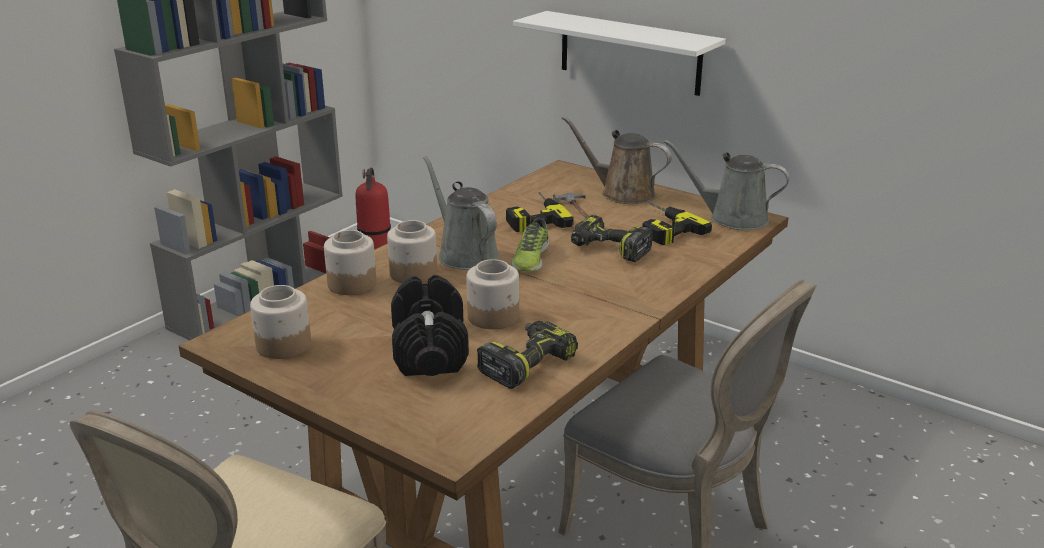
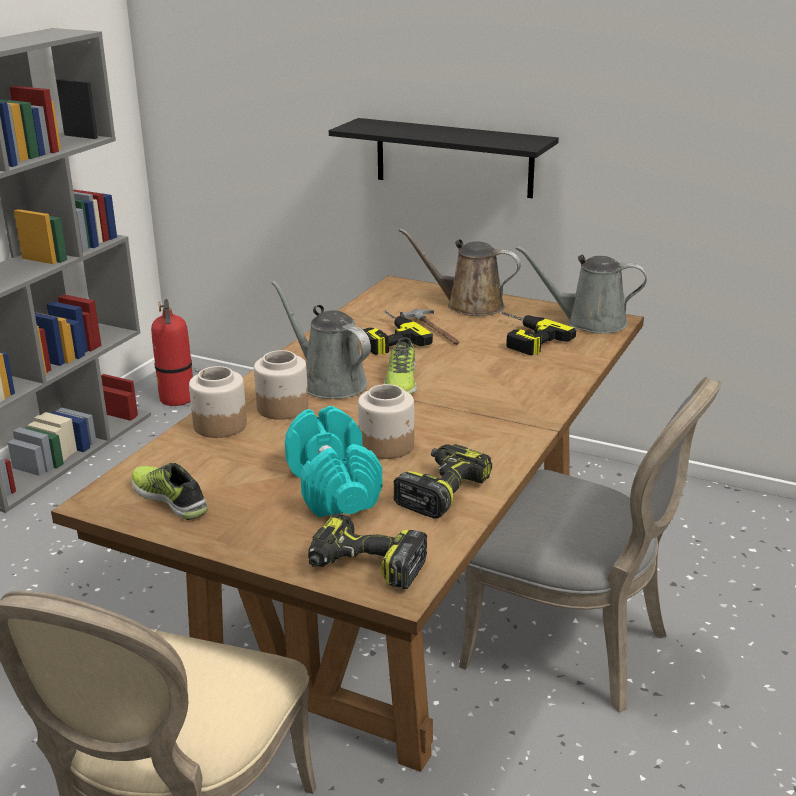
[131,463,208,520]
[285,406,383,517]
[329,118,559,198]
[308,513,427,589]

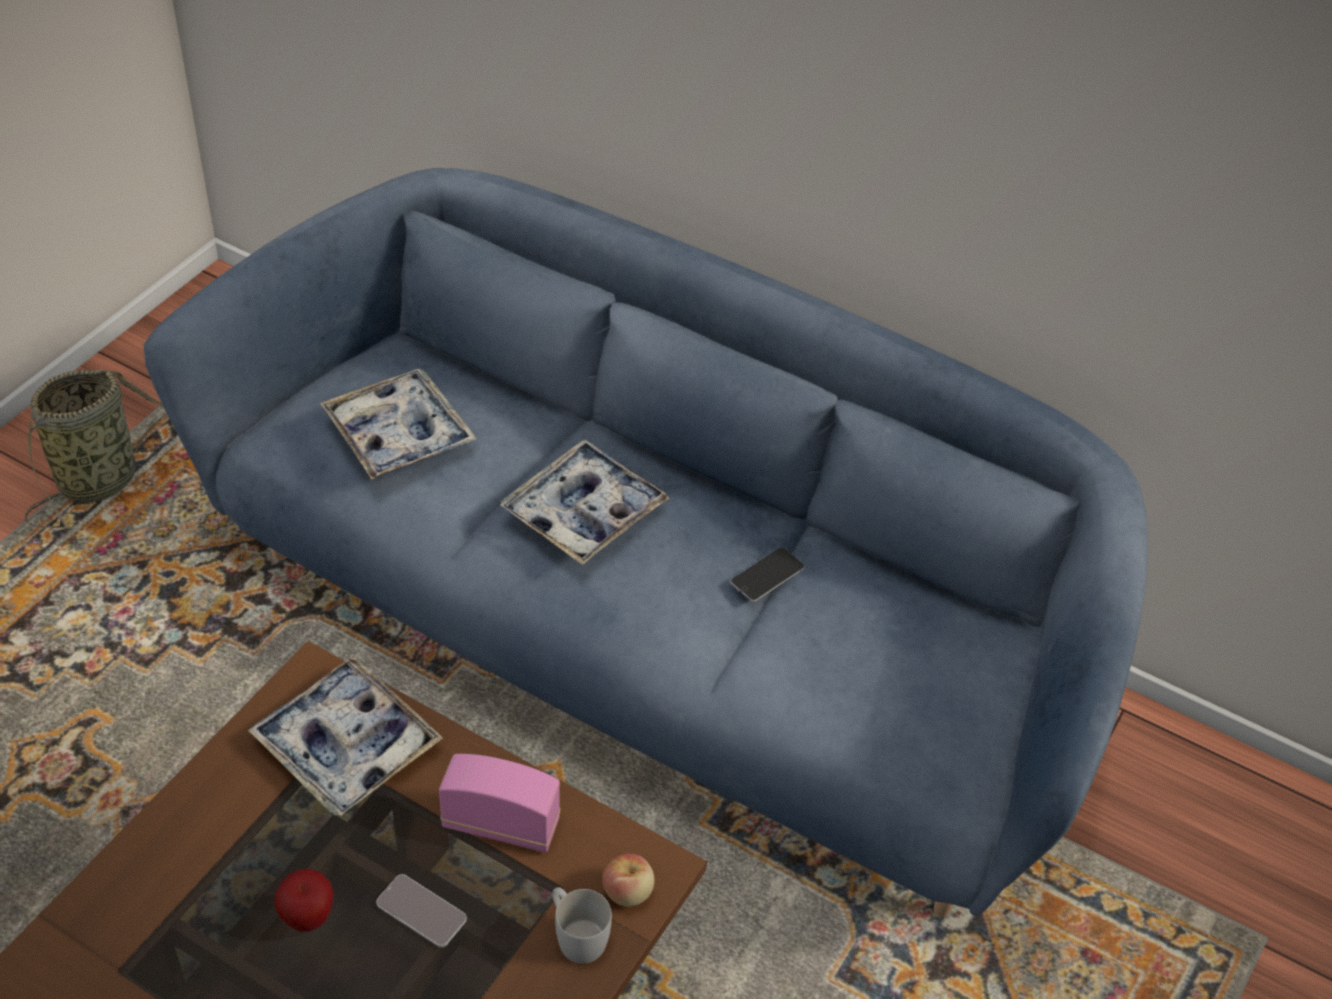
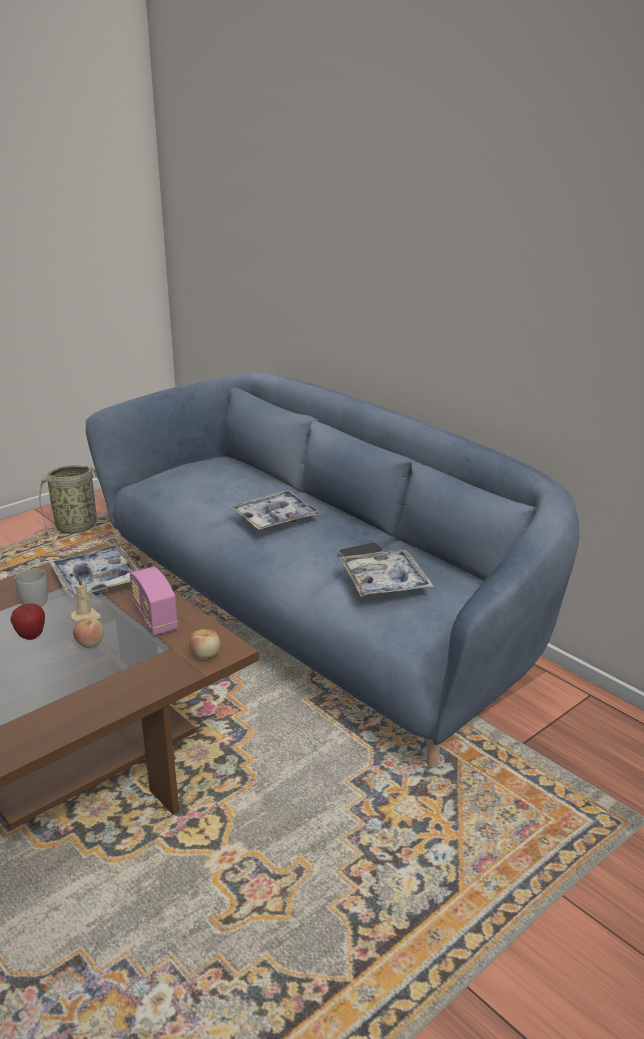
[339,550,434,597]
[73,618,104,648]
[130,567,178,635]
[15,569,48,607]
[71,576,101,622]

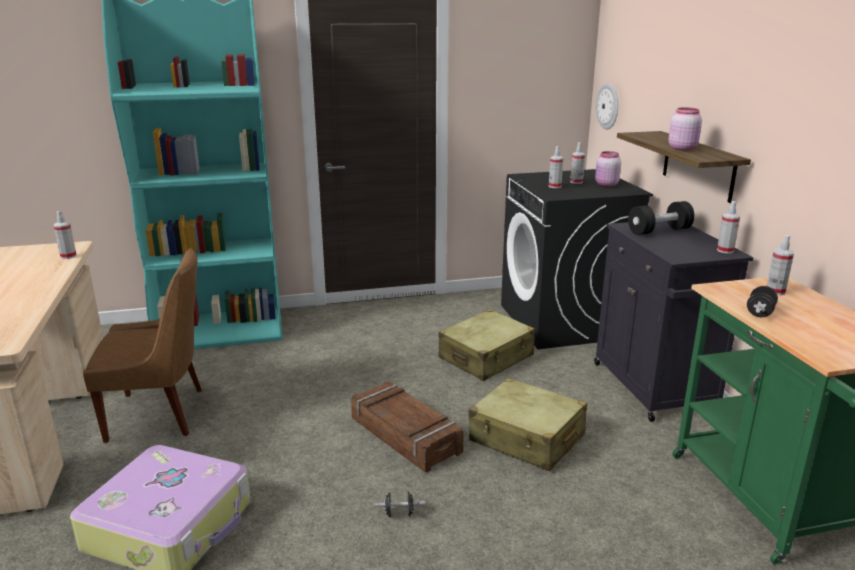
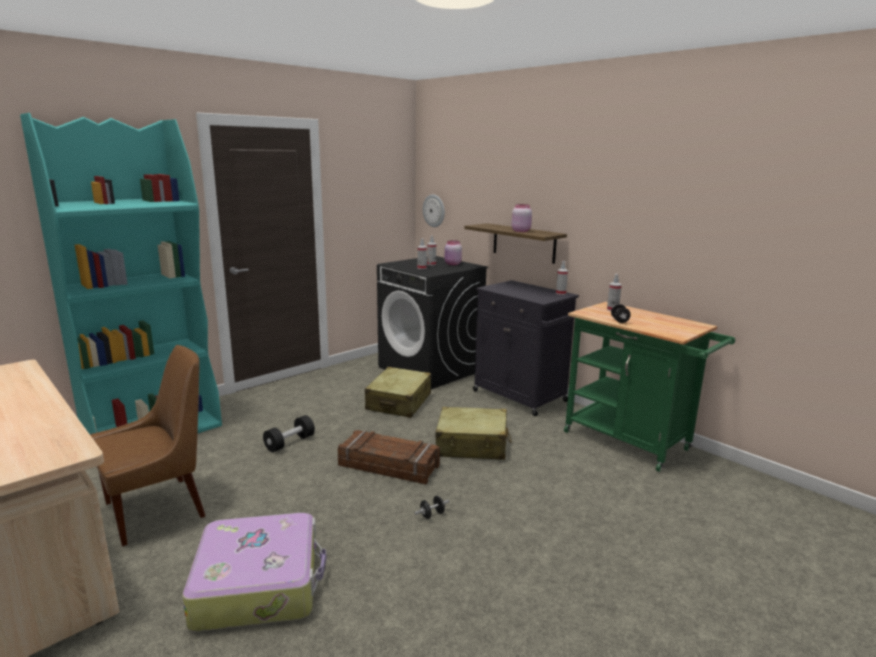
[54,211,77,259] (first image)
[263,415,315,452]

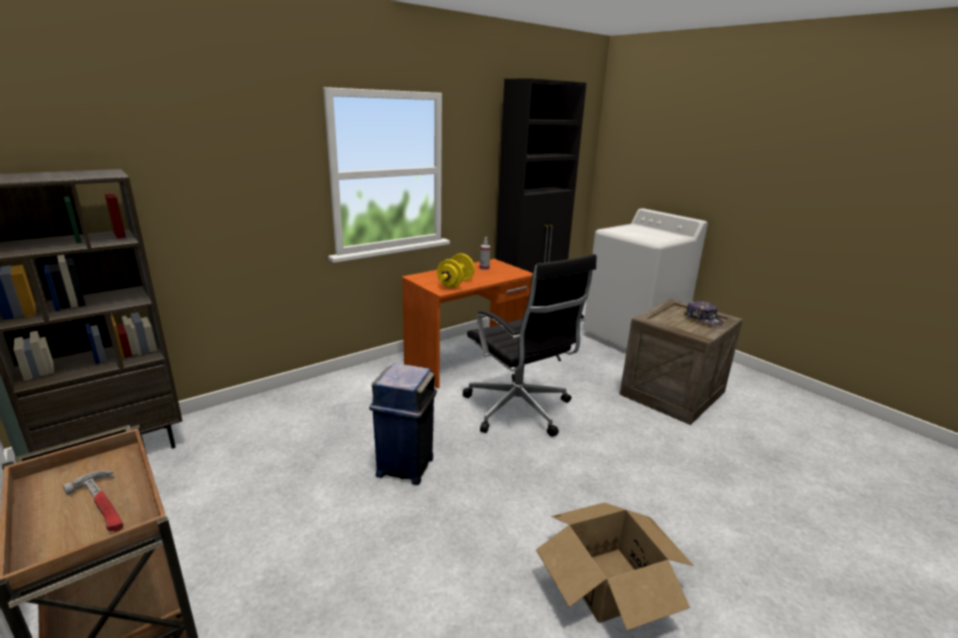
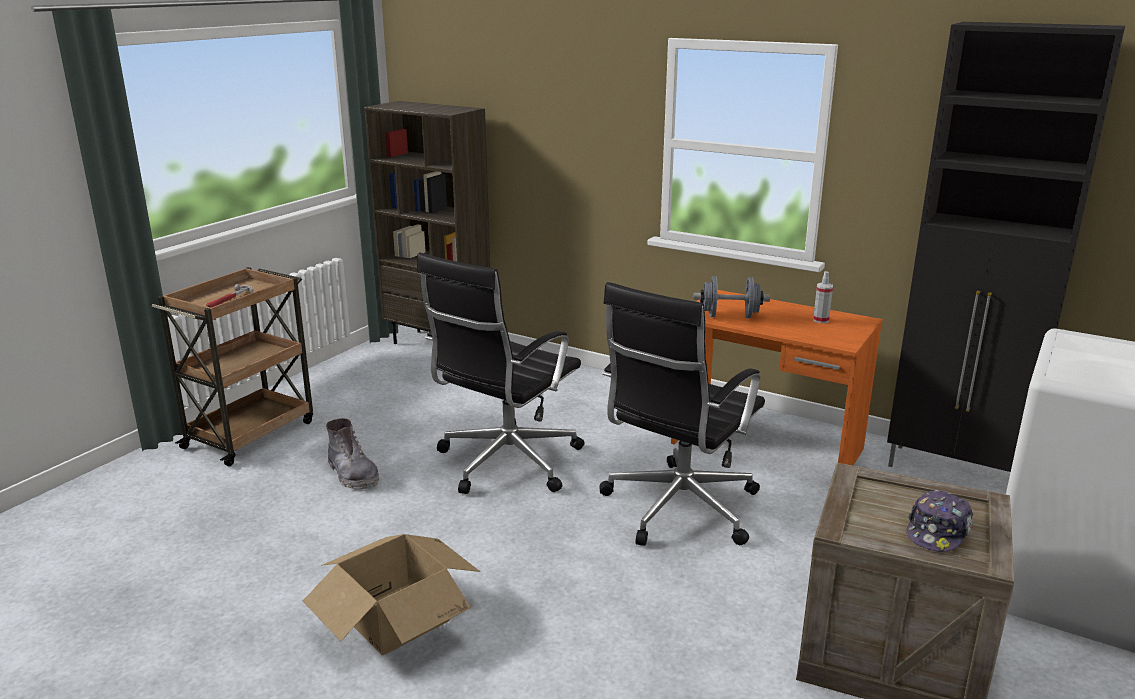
[417,253,584,494]
[693,276,770,318]
[326,418,379,489]

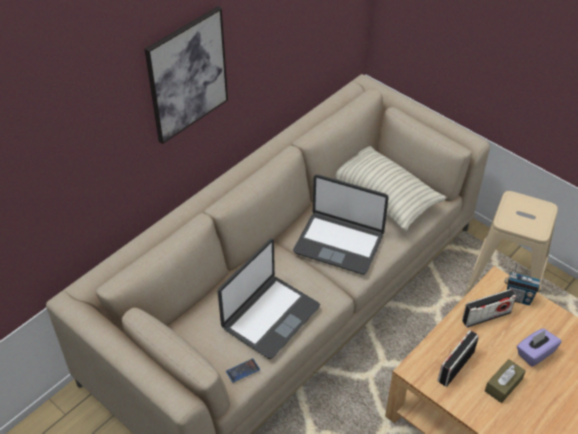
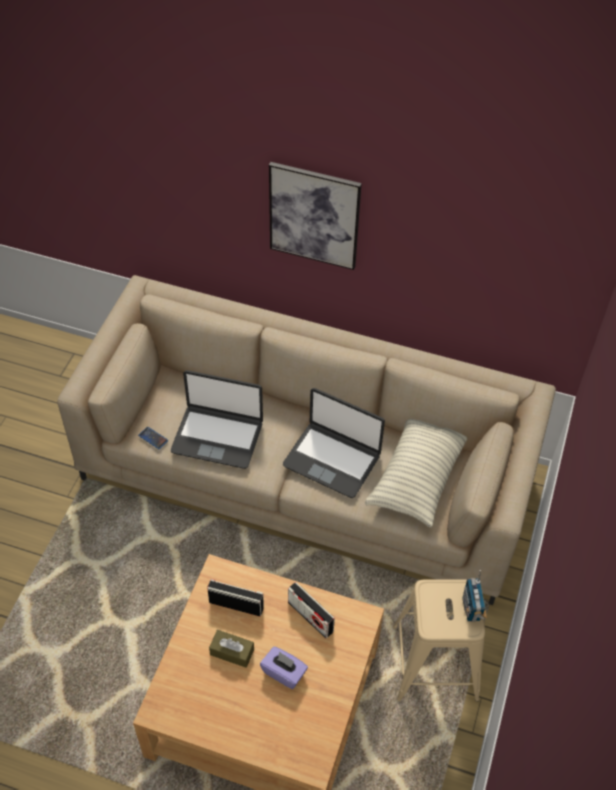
[283,388,385,498]
[463,570,487,622]

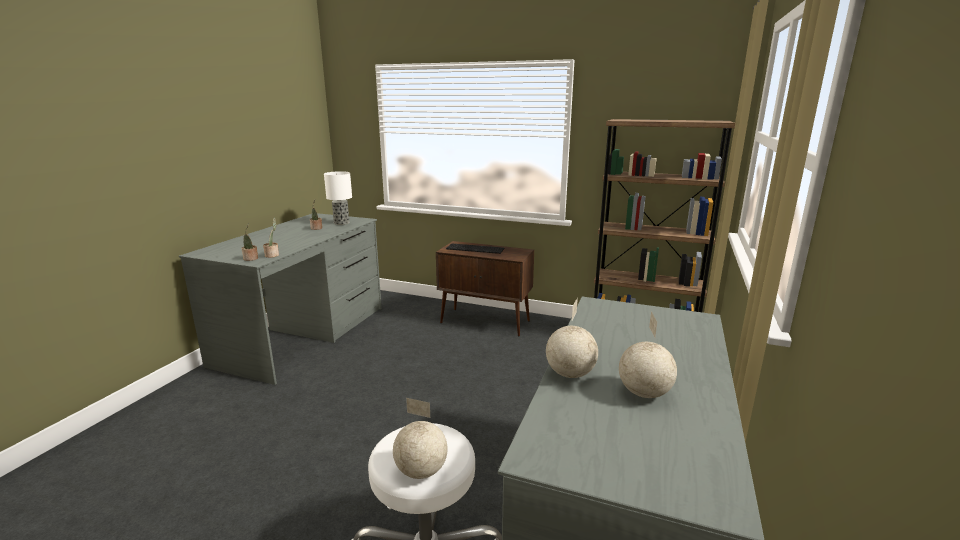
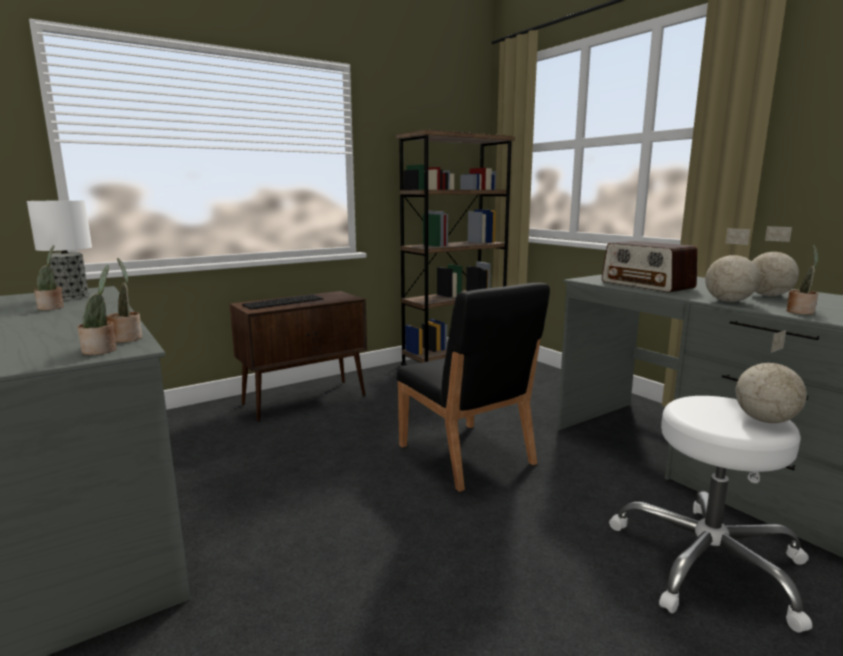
[397,283,550,492]
[602,241,697,293]
[786,245,818,315]

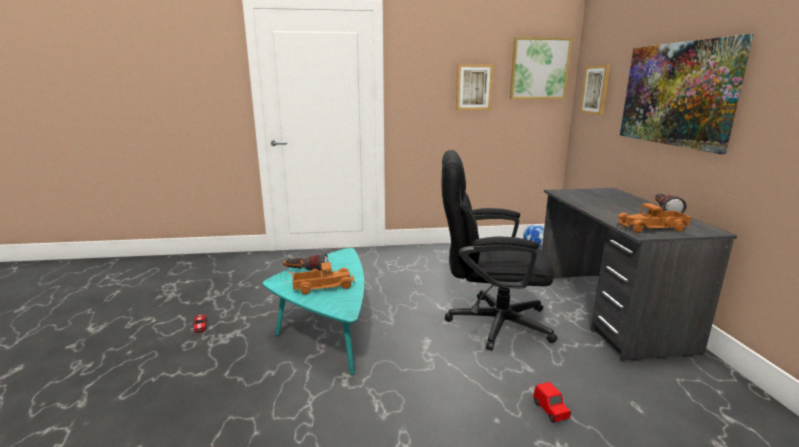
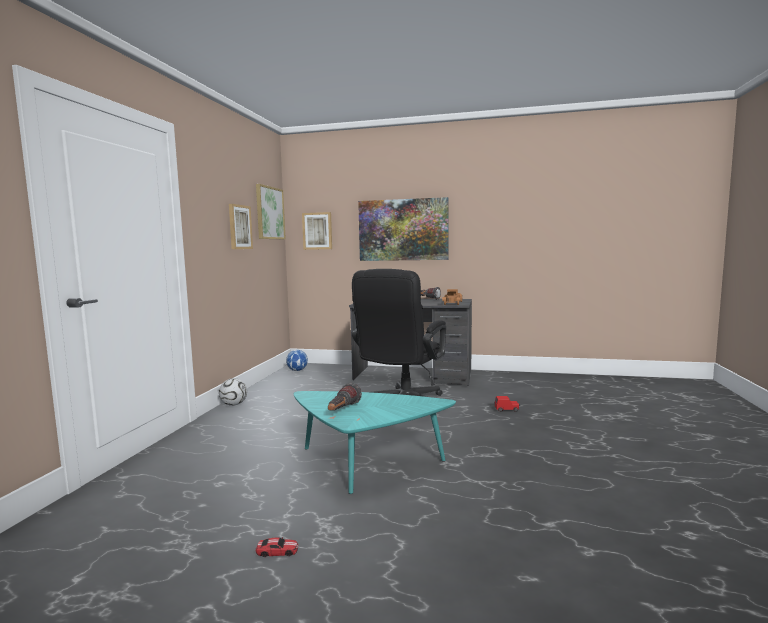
[292,262,354,294] (first image)
[219,378,247,406]

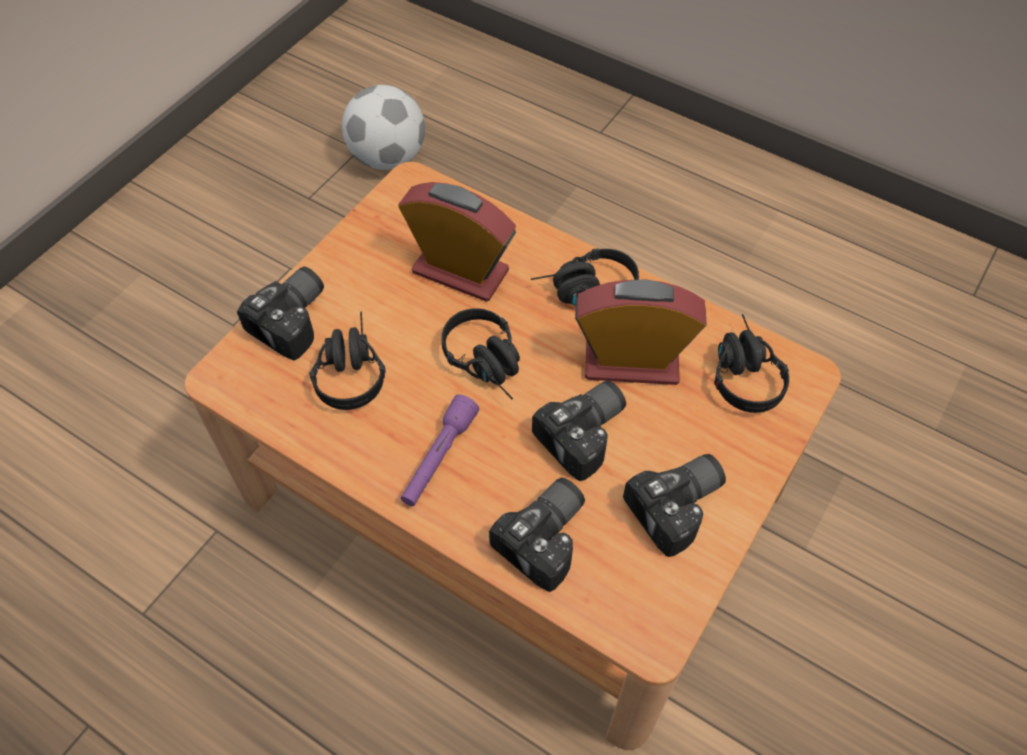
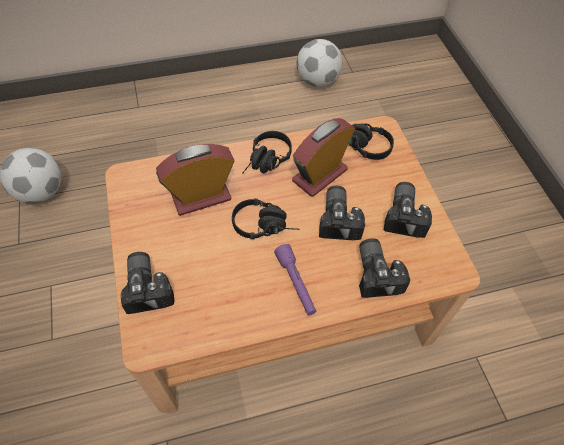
[309,312,386,410] (first image)
[297,39,342,87]

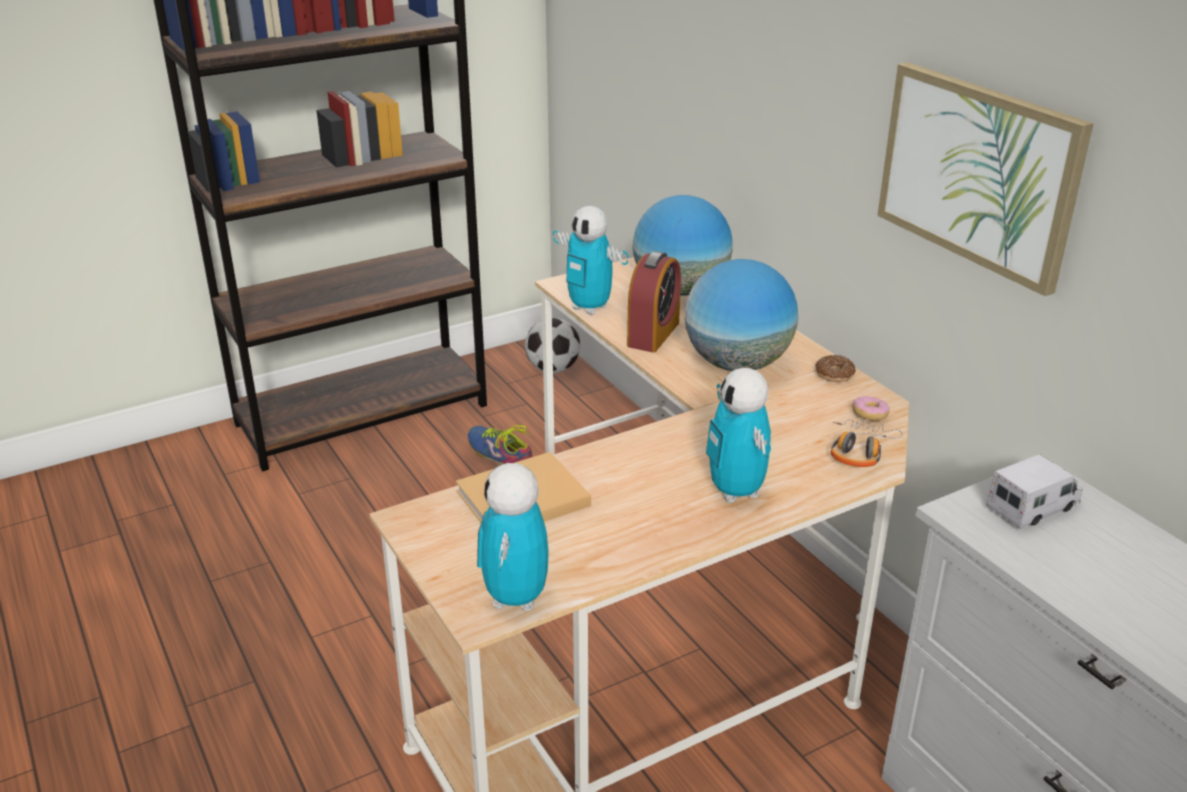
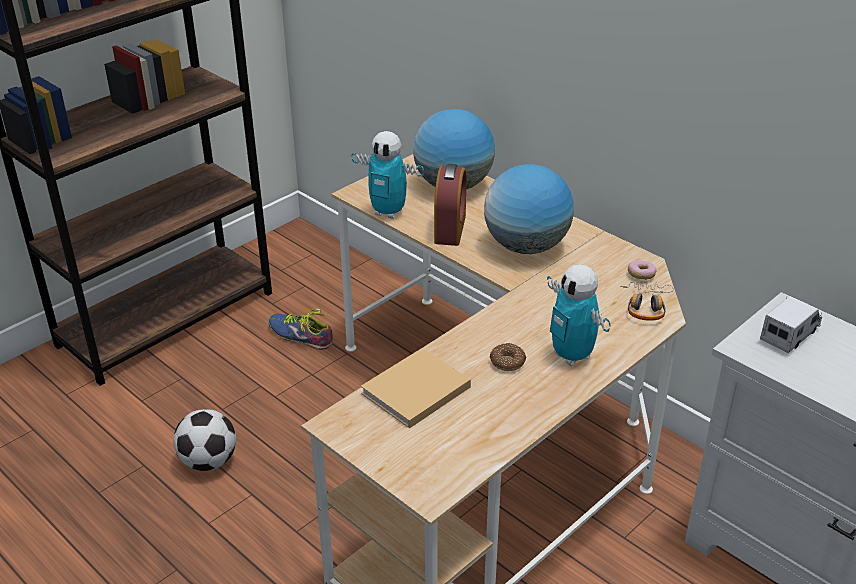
[477,463,549,611] (first image)
[173,409,236,471]
[490,343,526,371]
[877,62,1094,296] (first image)

